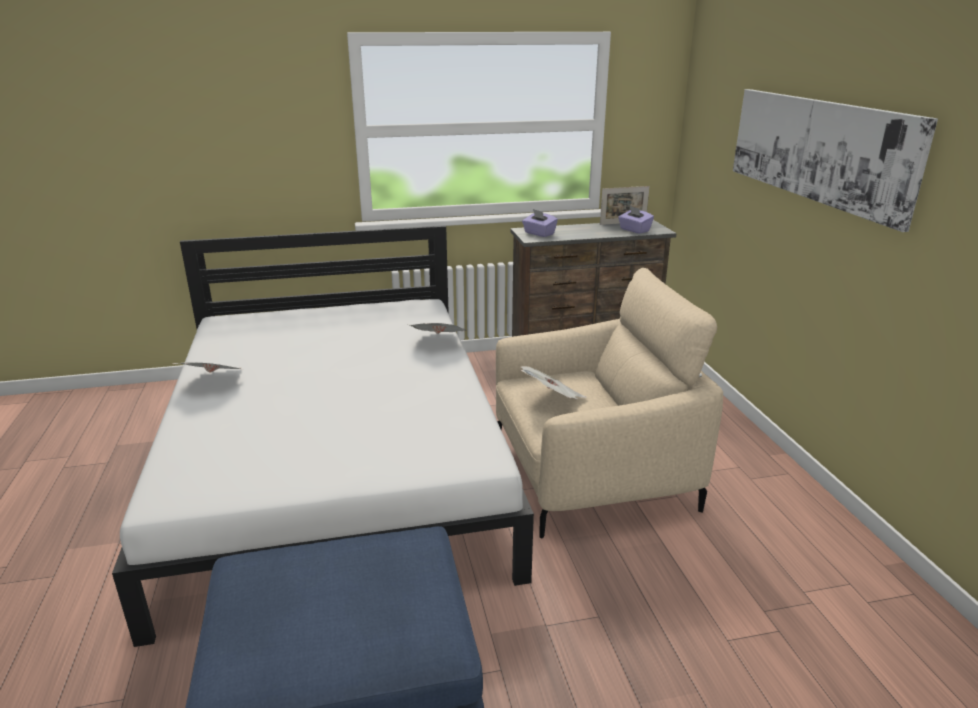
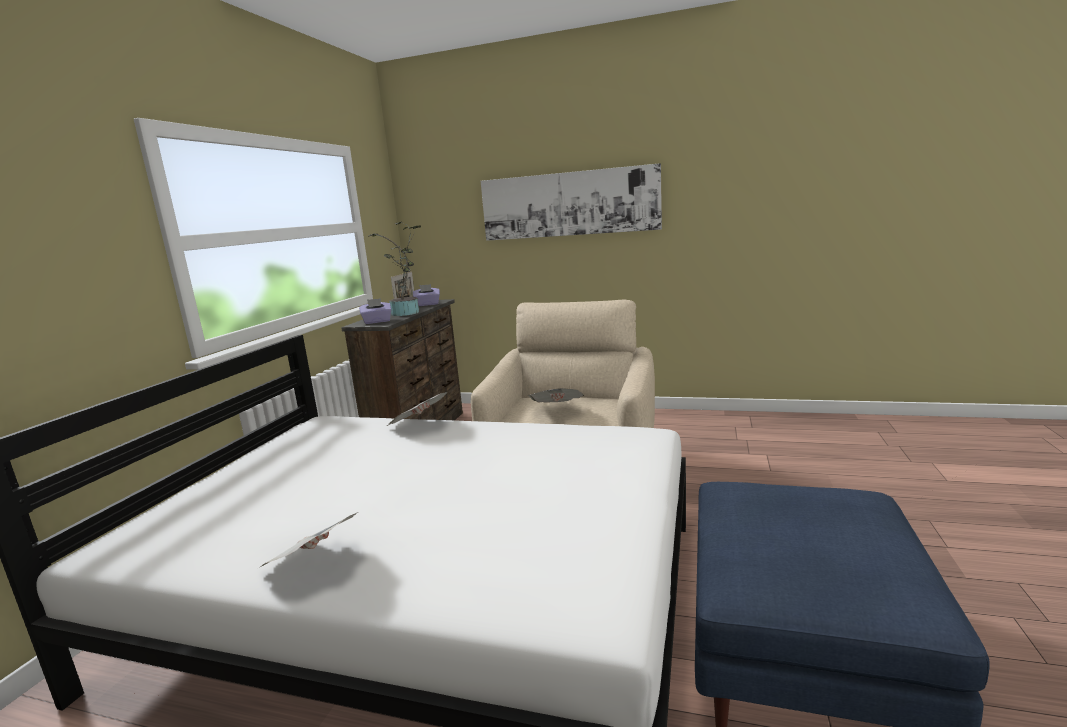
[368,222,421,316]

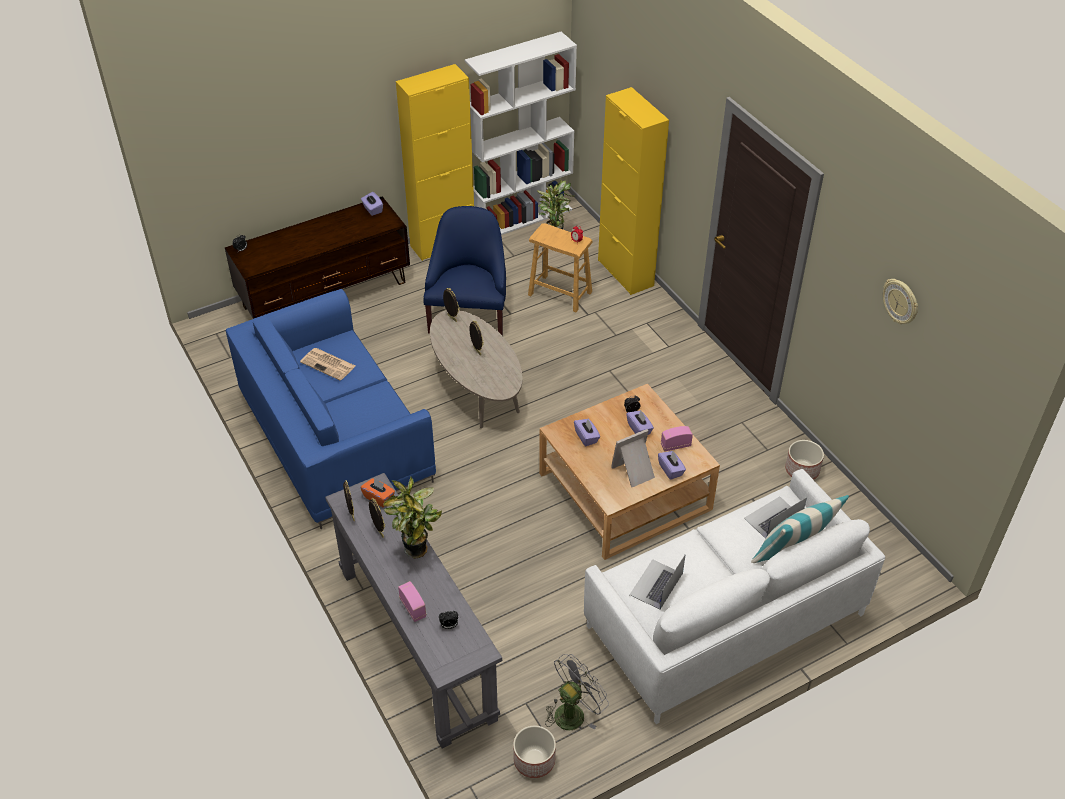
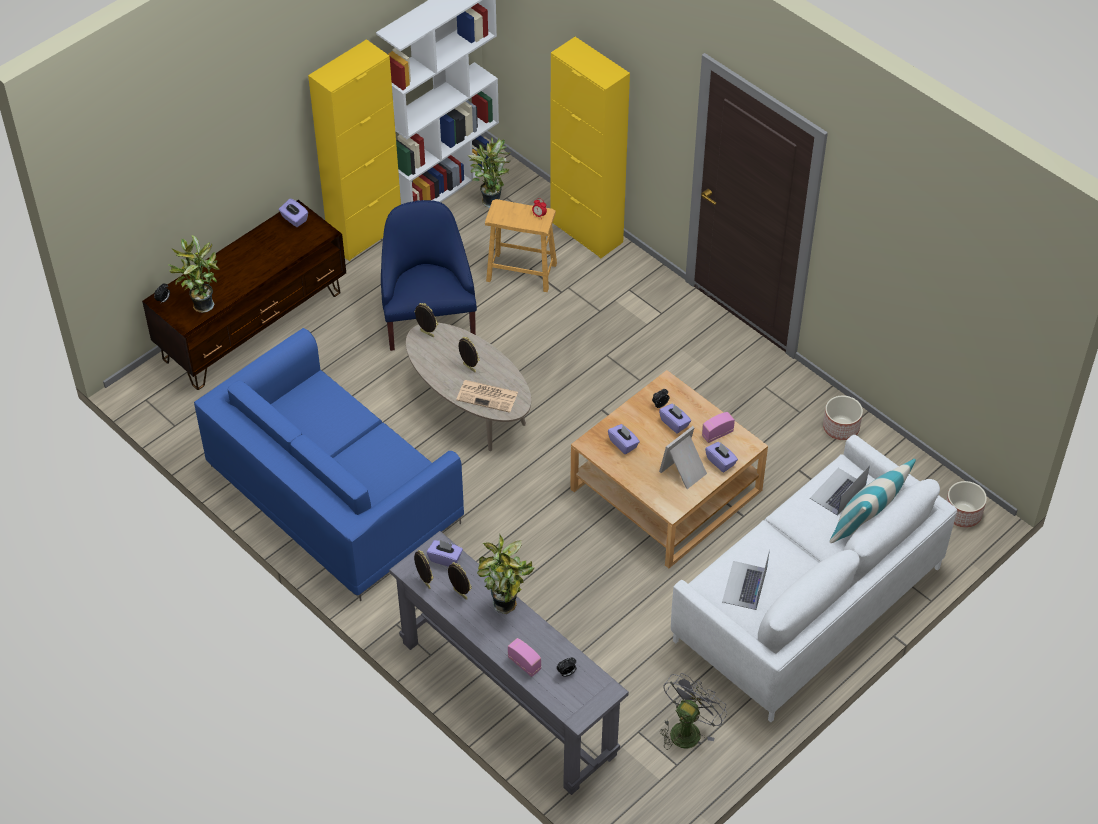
[456,380,518,413]
[427,540,463,567]
[946,481,987,528]
[883,279,918,324] (first image)
[169,235,220,313]

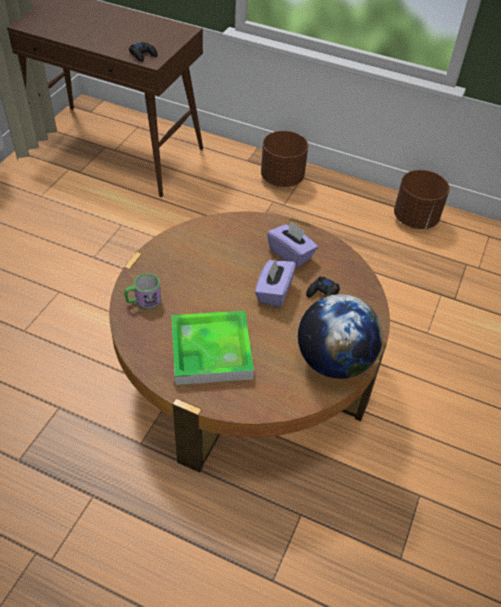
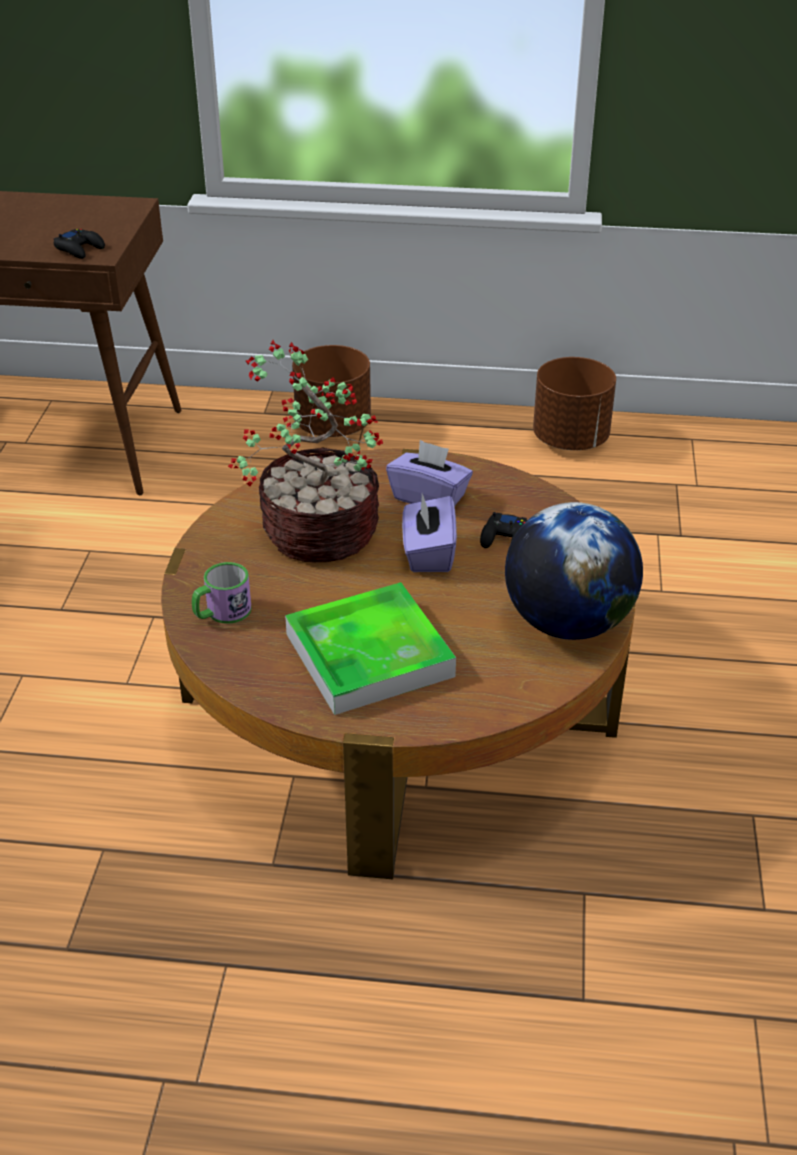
[228,340,383,563]

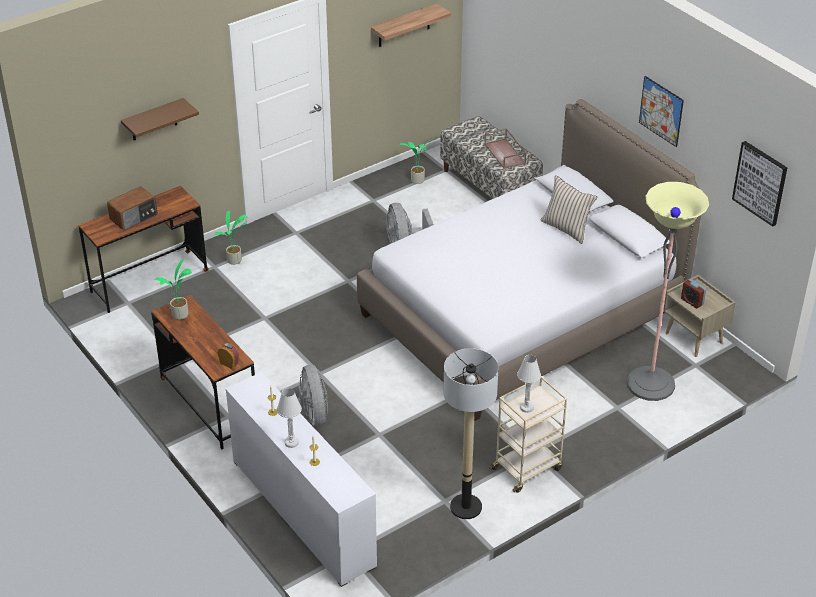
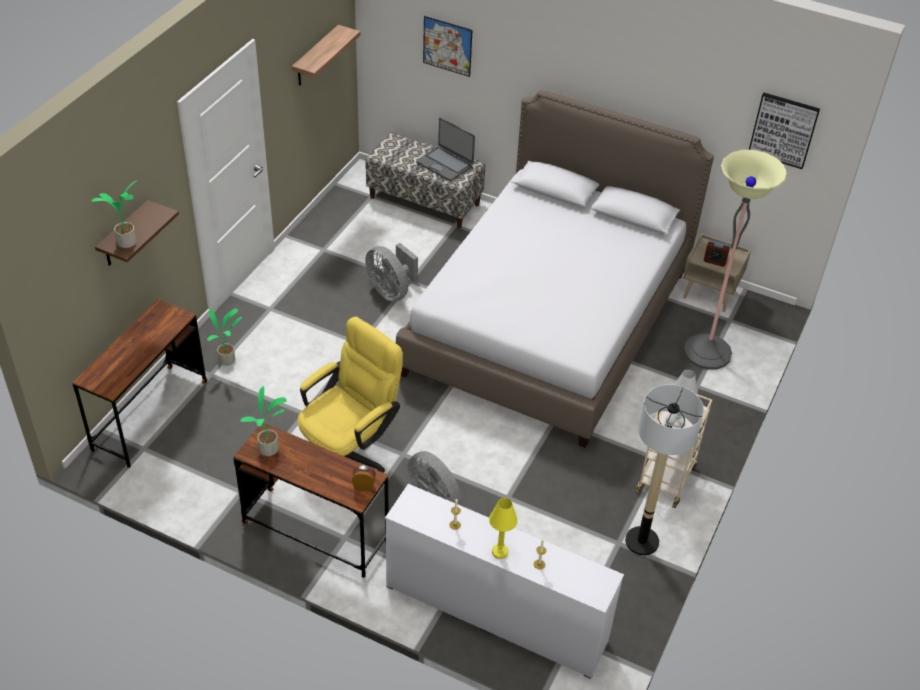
[107,186,157,231] (first image)
[489,498,518,559]
[92,181,137,248]
[416,117,475,181]
[541,175,597,244] (first image)
[423,16,472,77]
[298,317,403,473]

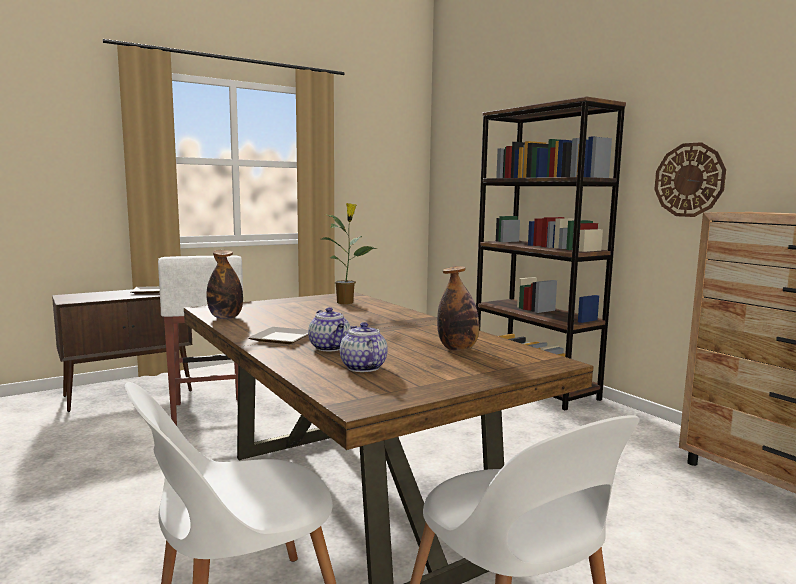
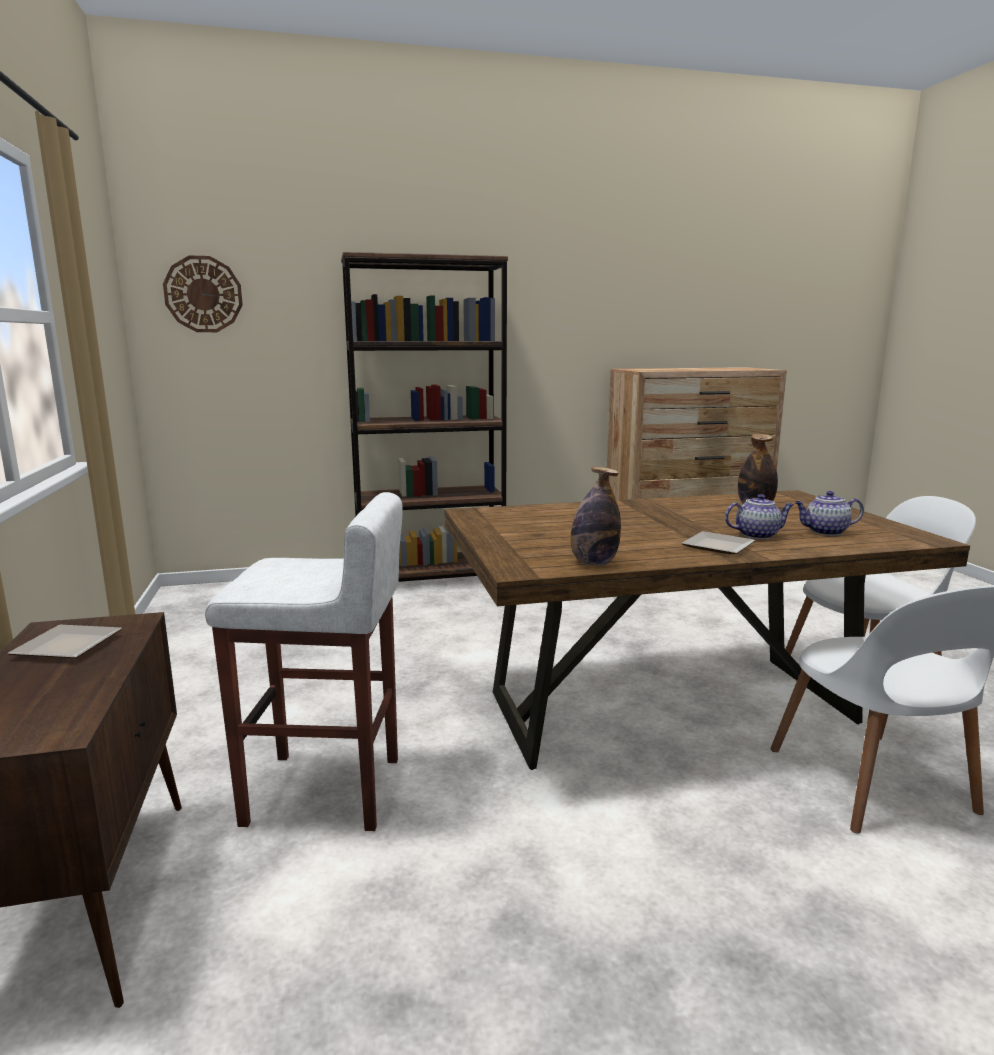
[322,203,378,304] (first image)
[163,255,243,332]

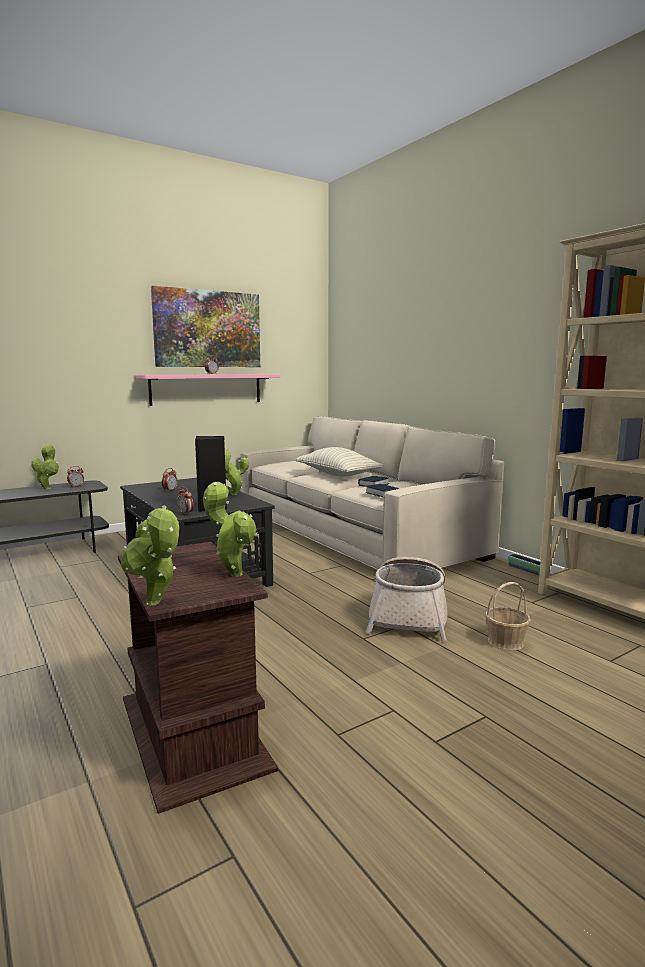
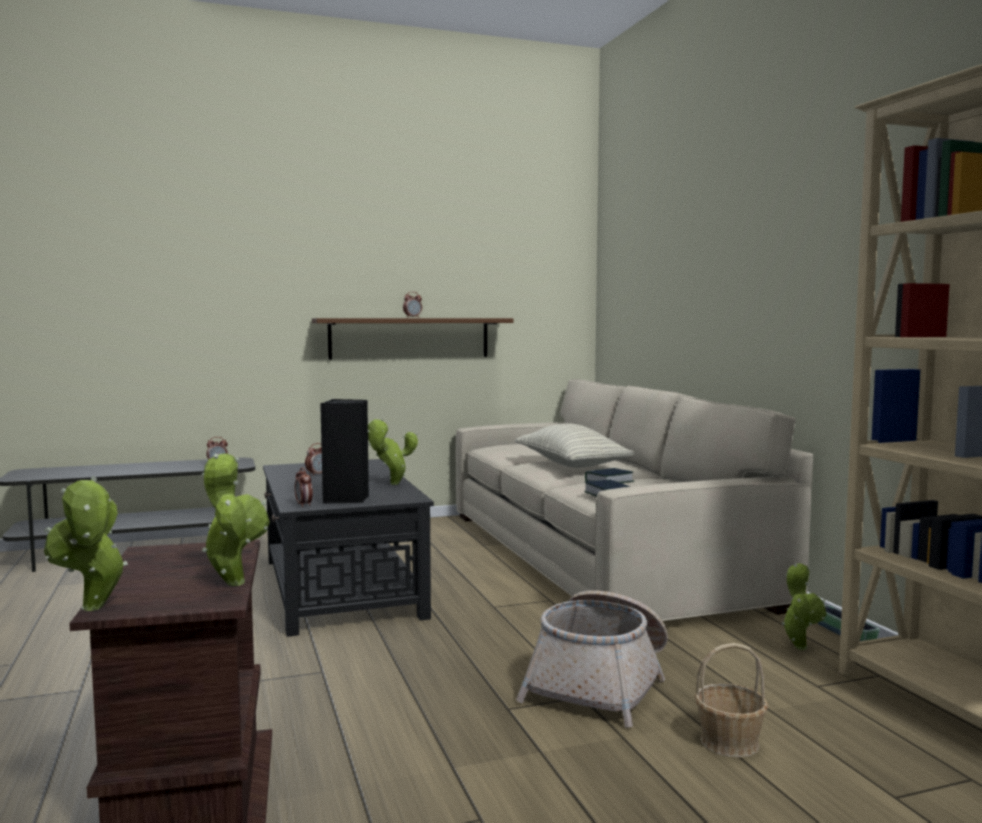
[781,563,826,650]
[312,318,514,360]
[151,286,260,367] (first image)

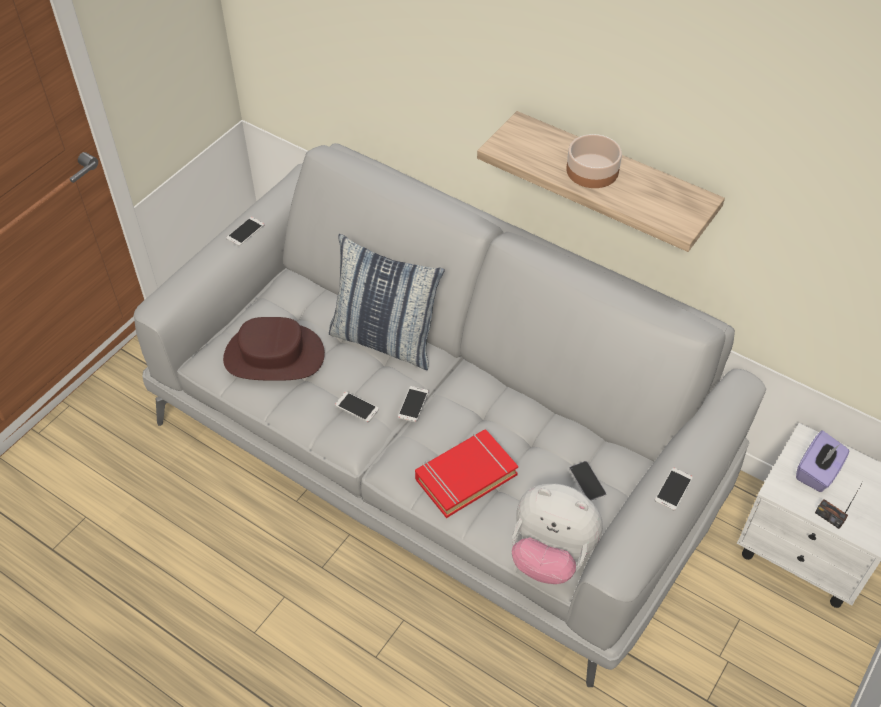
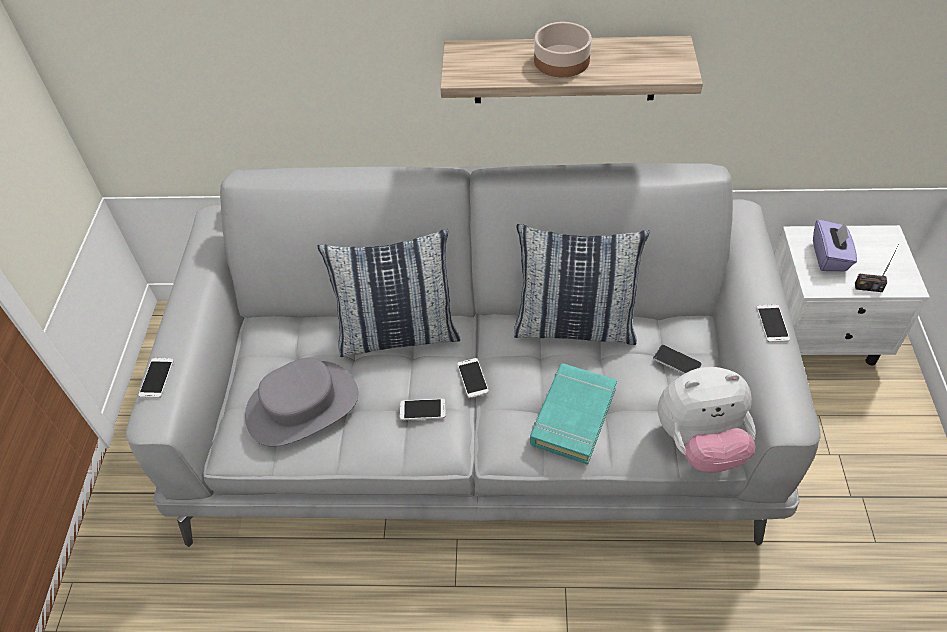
[245,357,359,447]
[138,358,174,398]
[530,363,617,465]
[514,224,649,345]

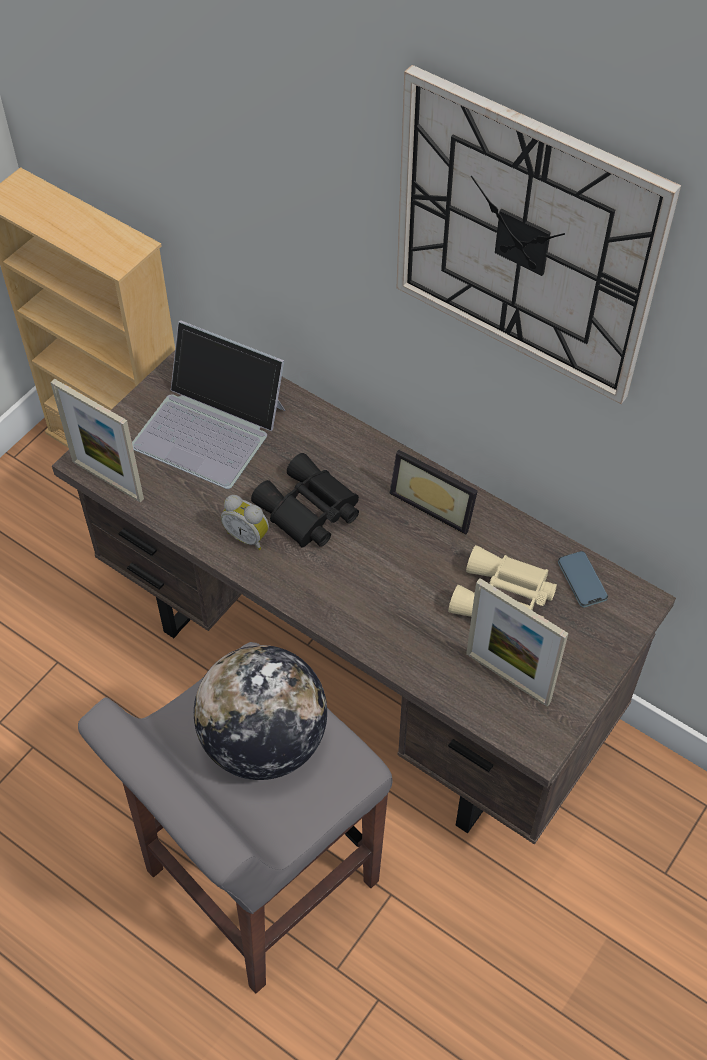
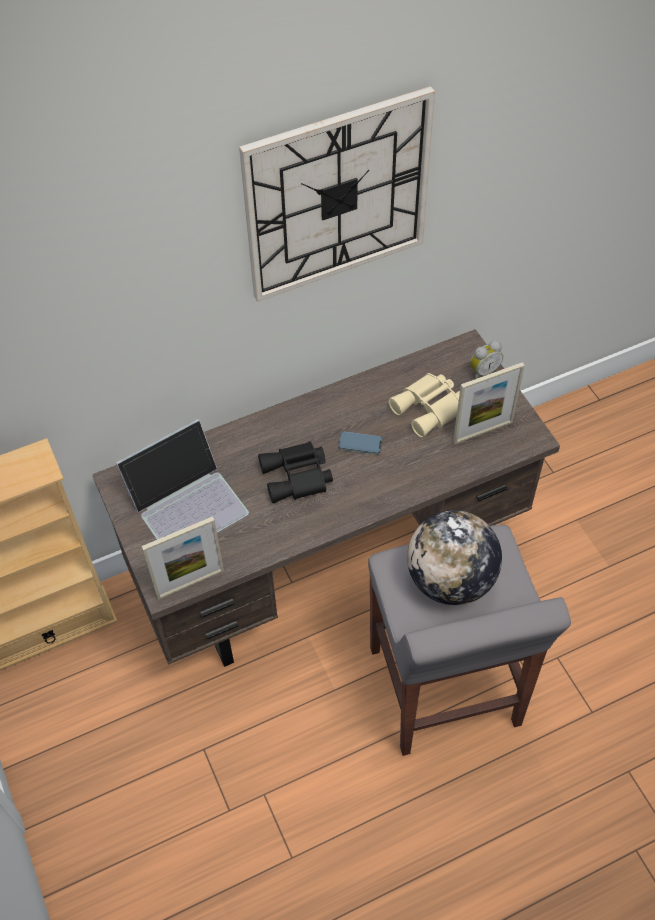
[470,340,503,379]
[390,450,478,535] (first image)
[338,431,383,454]

